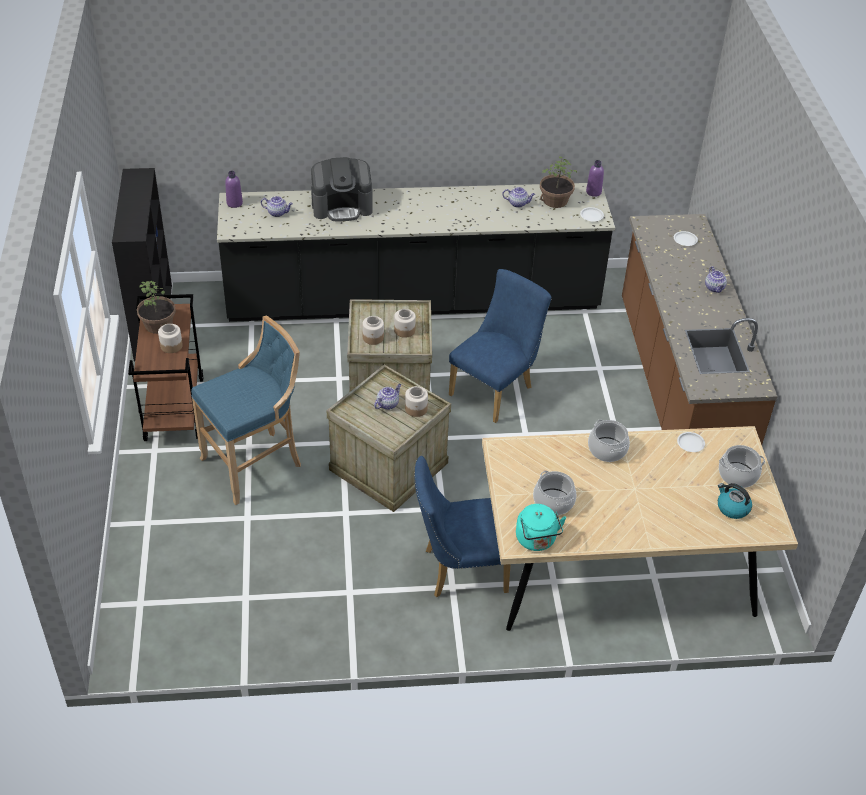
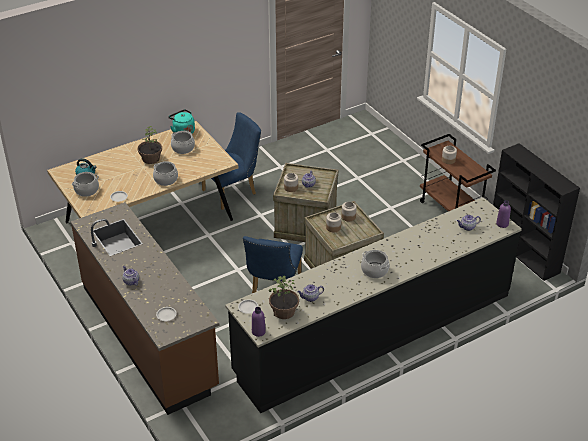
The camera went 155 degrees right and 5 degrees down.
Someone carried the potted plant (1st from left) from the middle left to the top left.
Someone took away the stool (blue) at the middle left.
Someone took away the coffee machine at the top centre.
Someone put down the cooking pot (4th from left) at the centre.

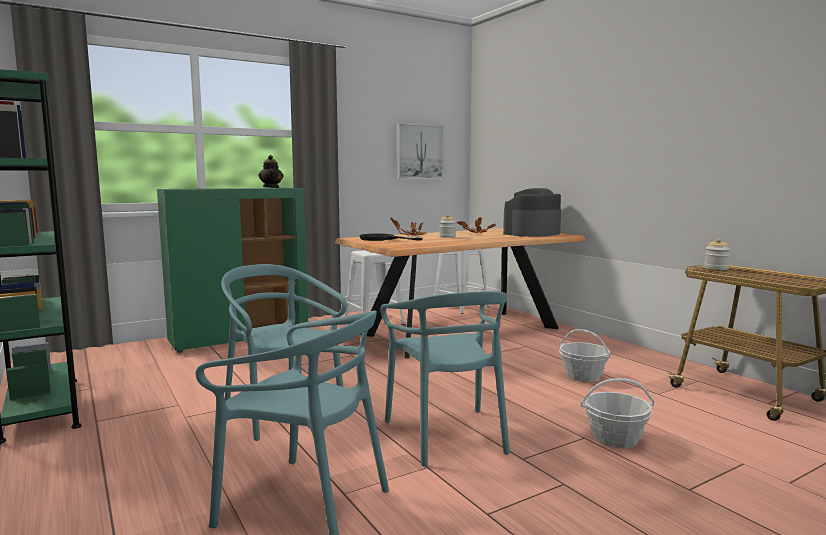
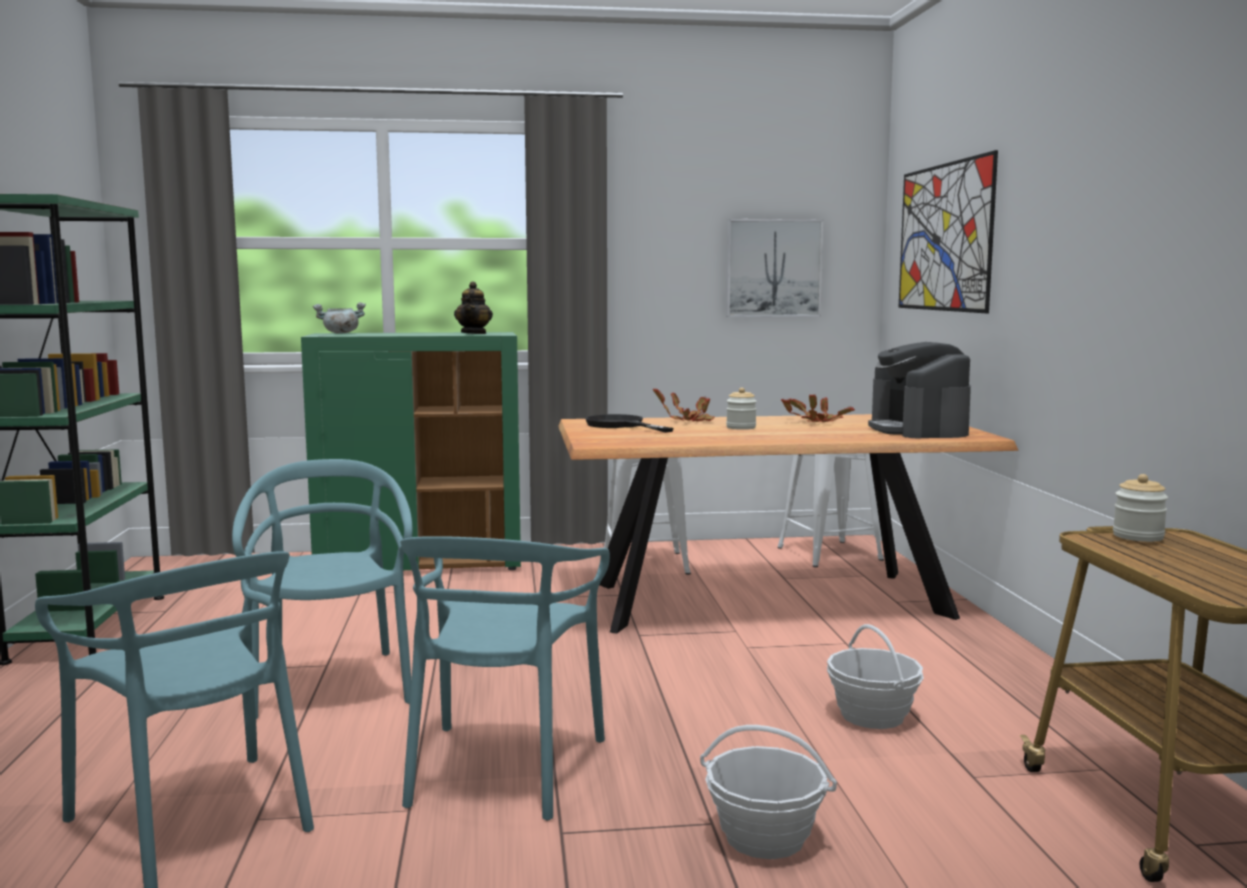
The camera went 25 degrees right and 0 degrees up.
Someone rotated the coffee machine at the centre by 90 degrees counterclockwise.
Someone put down the cooking pot (grey) at the middle left.
Someone put up the picture (2nd from left) at the top right.

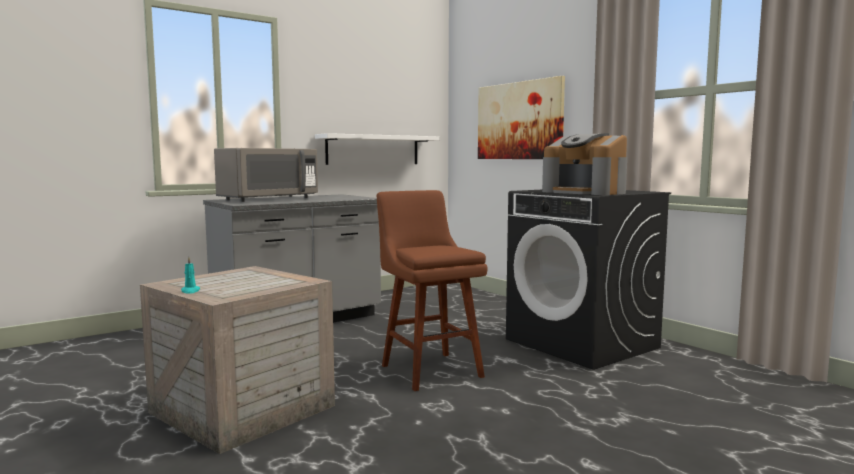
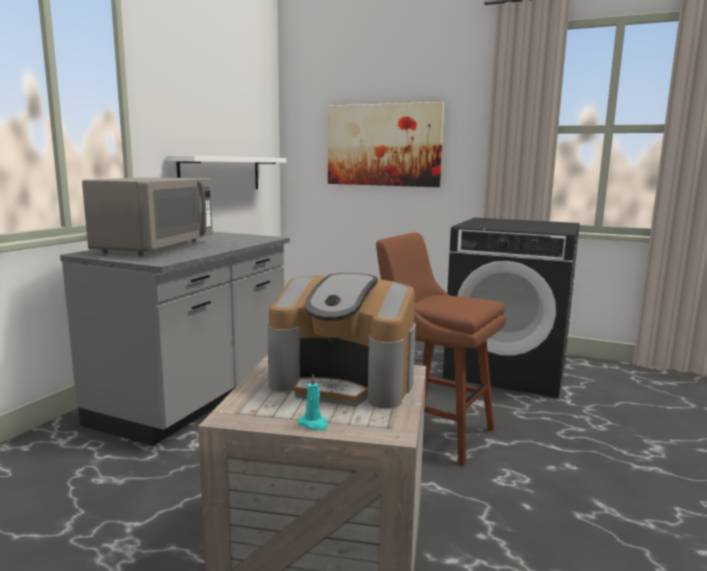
The camera went 30 degrees left and 5 degrees up.
Someone carried the coffee machine from the middle right to the centre.

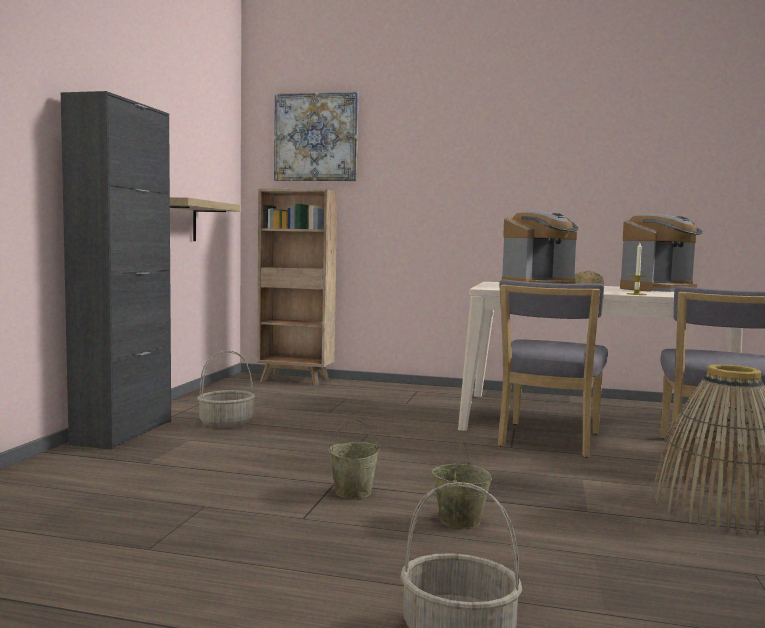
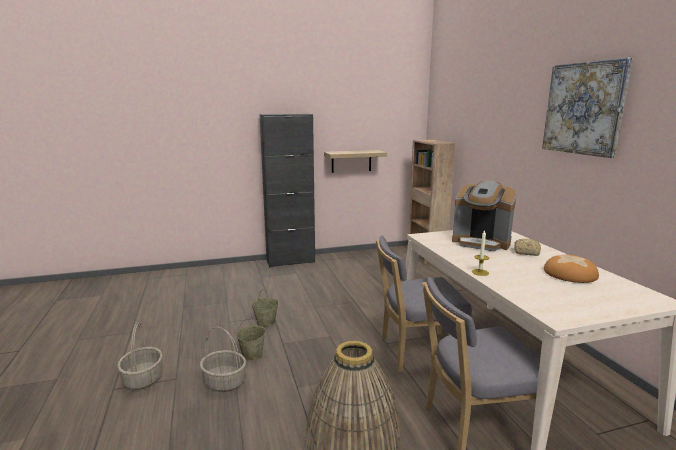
The camera went 60 degrees right and 10 degrees up.
Someone carried the basket (1st from left in the first image) from the middle left to the bottom left.
Someone carried the picture from the top centre to the top right.
Someone swapped the coffee machine (2nd from left) at the middle right for the bread (2nd from left) at the middle right.

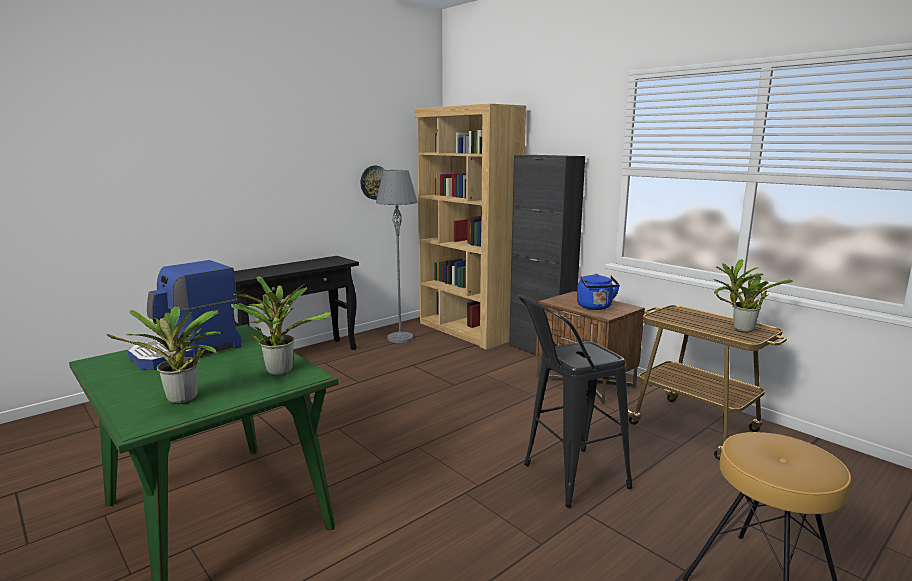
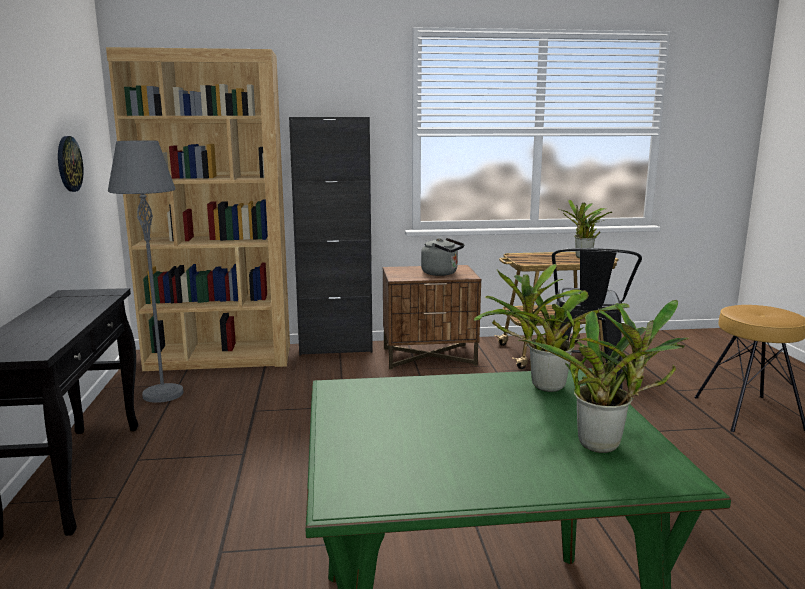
The camera went 55 degrees left and 0 degrees up.
Someone took away the coffee machine at the middle left.
Someone repainted the kettle (blue) at the centre, which became the kettle (grey) at the centre.

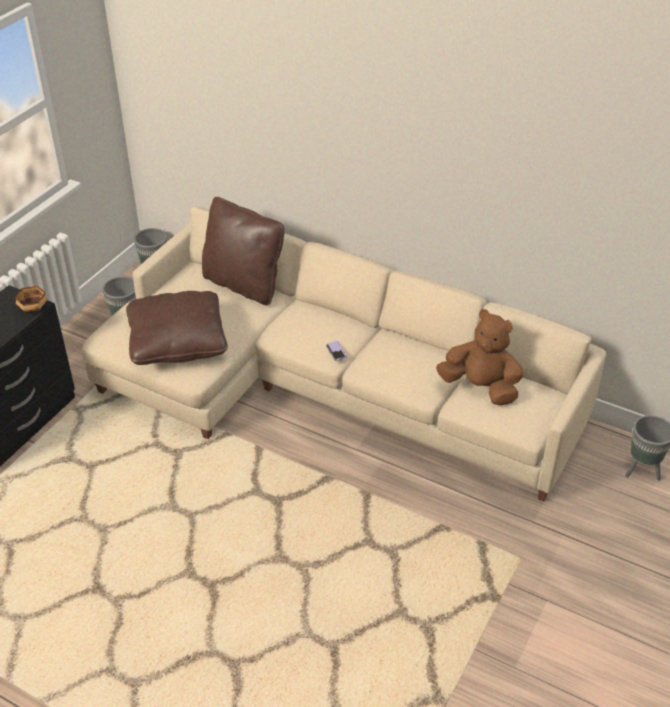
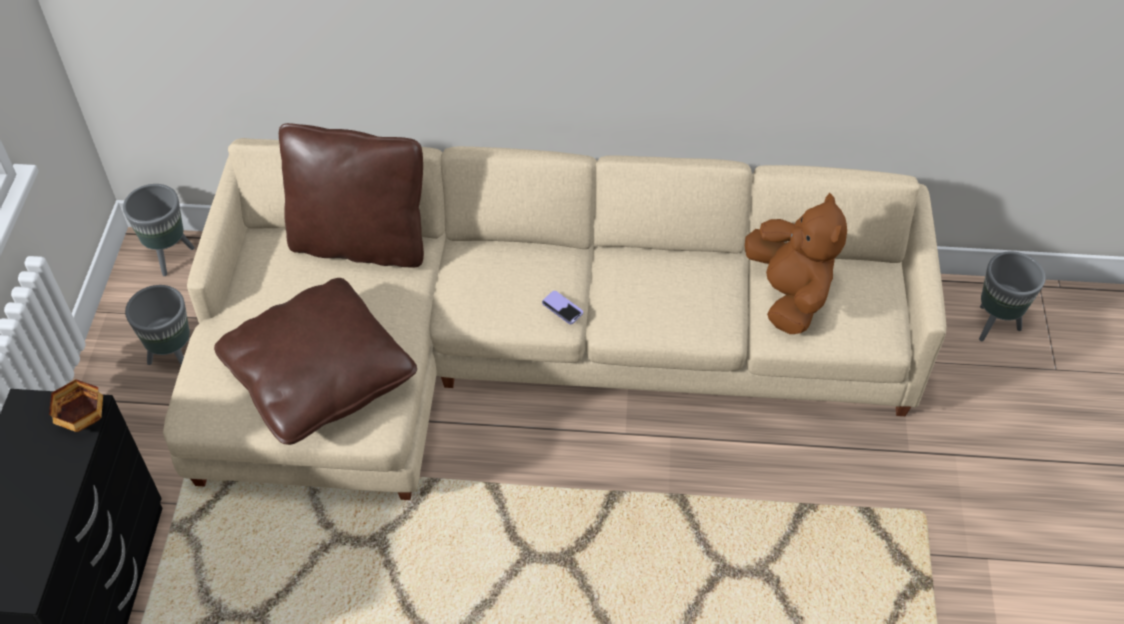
The camera went 25 degrees left and 10 degrees up.
Someone rotated the plush toy (brown) at the middle right by 75 degrees clockwise.

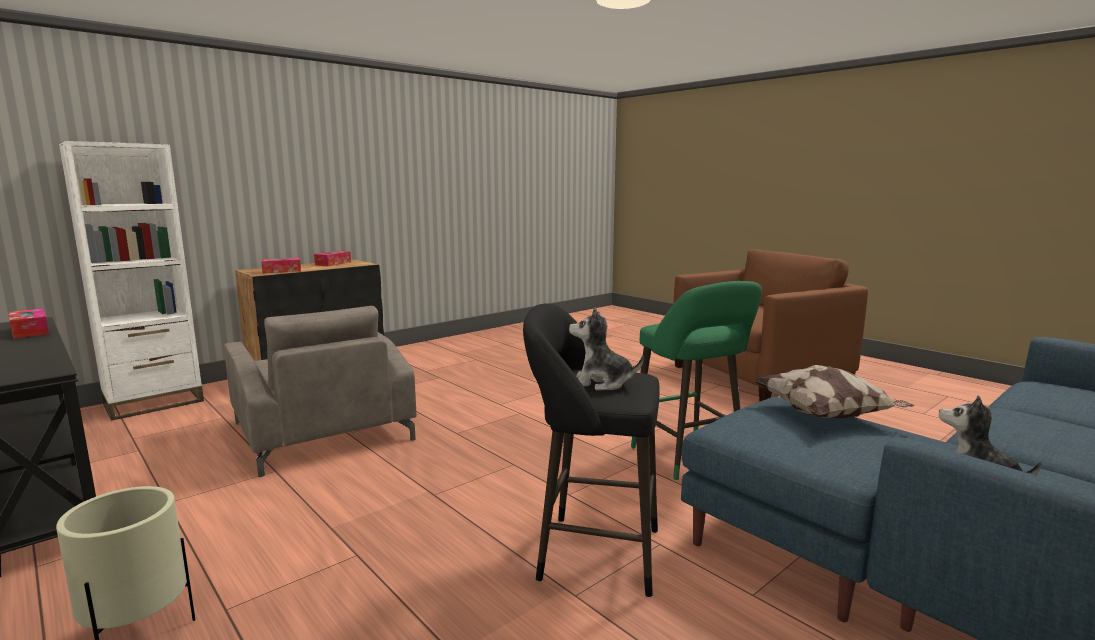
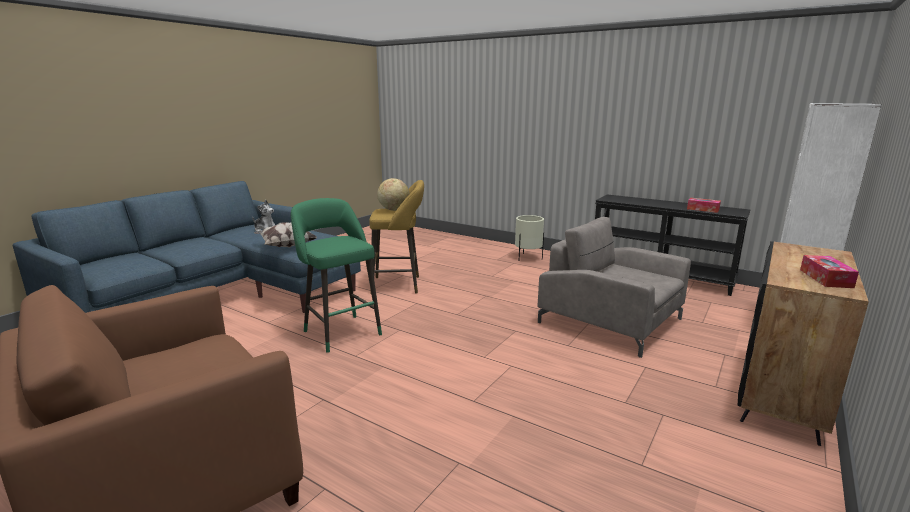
The camera went 165 degrees right and 5 degrees up.
Someone took away the tissue box (2nd from left) at the middle left.
Someone repainted the stool (black) at the bottom centre, which became the stool (yellow) at the centre.
Someone swapped the plush toy (1st from left) at the centre for the globe at the centre.

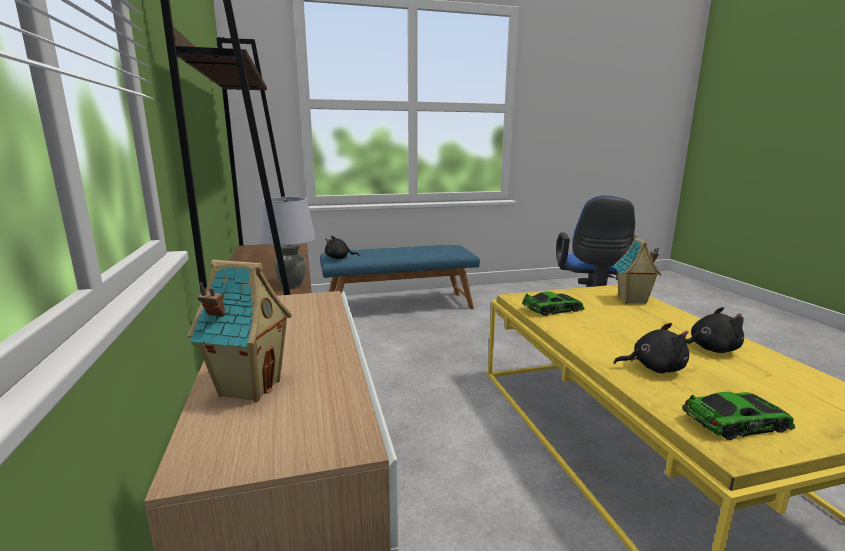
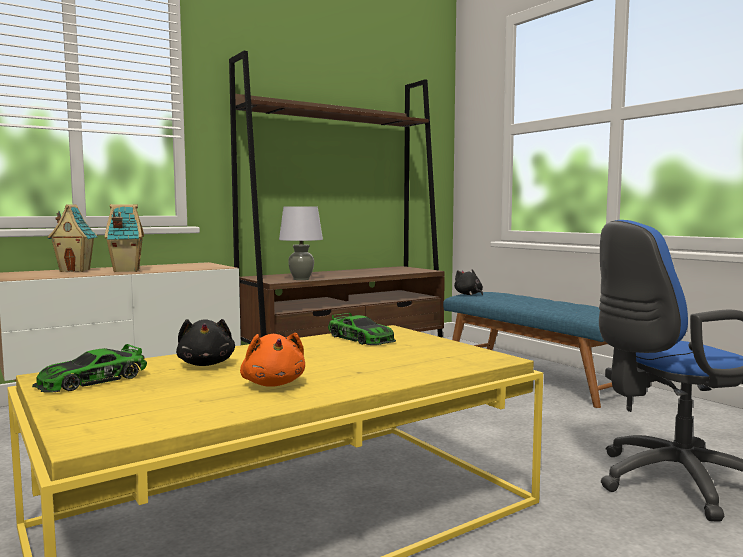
The camera went 70 degrees right and 10 degrees down.
Someone carried the toy house (2nd from left) from the middle right to the middle left.
Someone rotated the toy car (2nd from left in the first image) at the bottom right by 75 degrees clockwise.
Someone repainted the plush toy (black) (3rd from left) at the middle right, which became the plush toy (orange) at the centre.

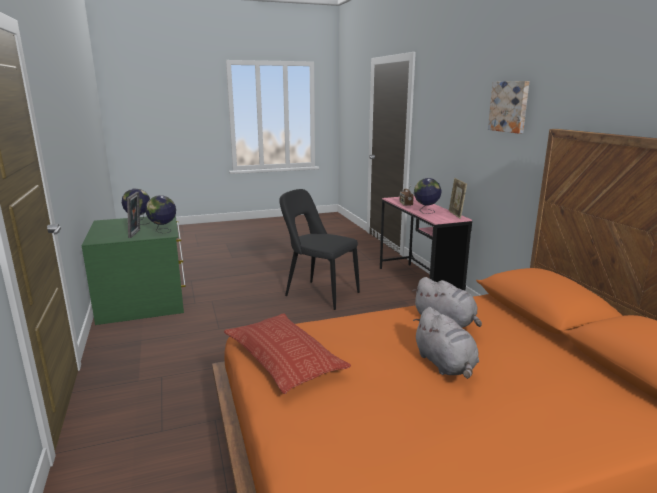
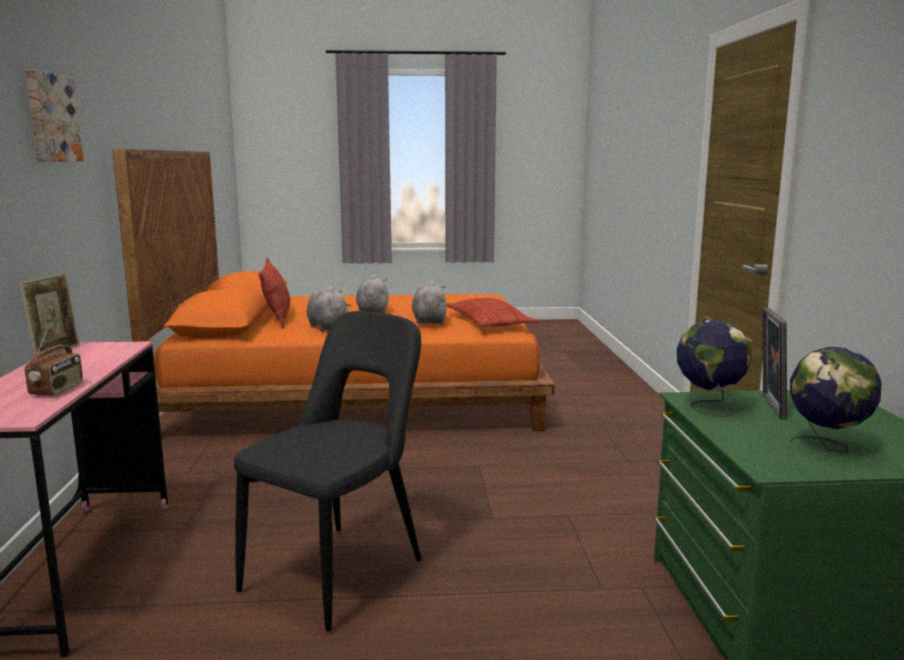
The camera went 165 degrees left and 5 degrees down.
Someone rotated the chair (black) at the centre by 105 degrees counterclockwise.
Someone took away the globe (3rd from left) at the centre.
Someone put down the pillow (1st from left) at the middle left.
Someone put down the plush toy (grey) (3rd from left) at the centre.

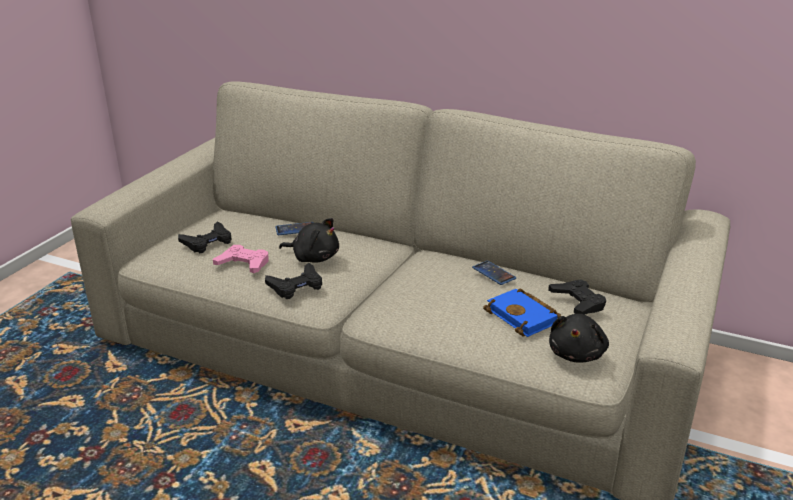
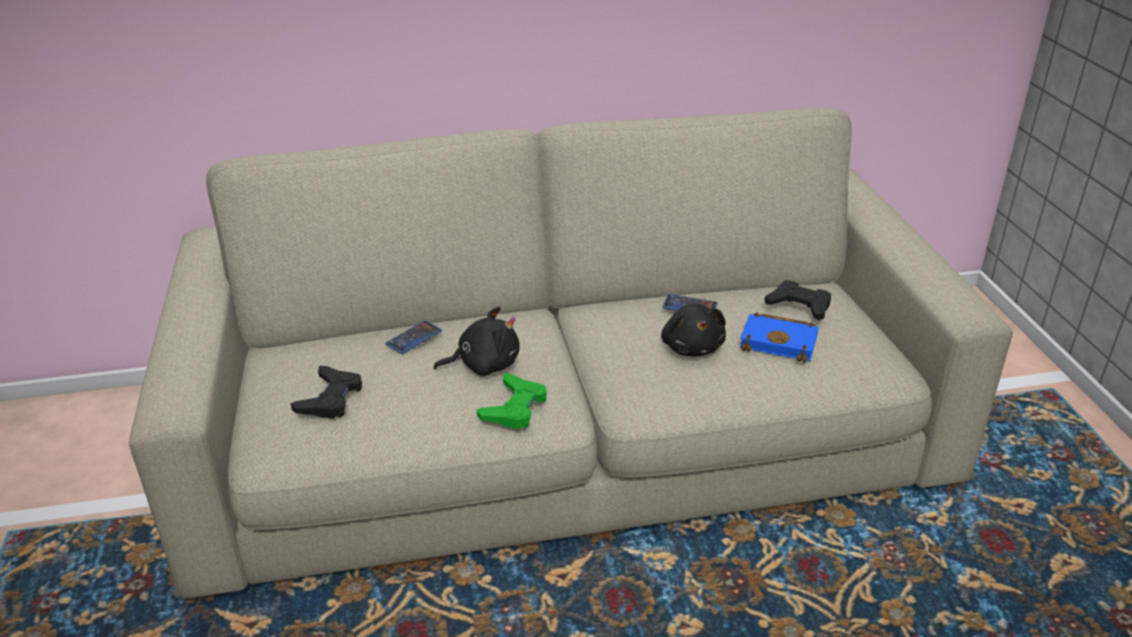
The camera went 35 degrees left and 5 degrees up.
Someone took away the game controller (pink) at the middle left.
Someone repainted the game controller (black) (2nd from left) at the centre, which became the game controller (green) at the centre.
Someone carried the plush toy (black) (2nd from left) from the bottom right to the centre.

